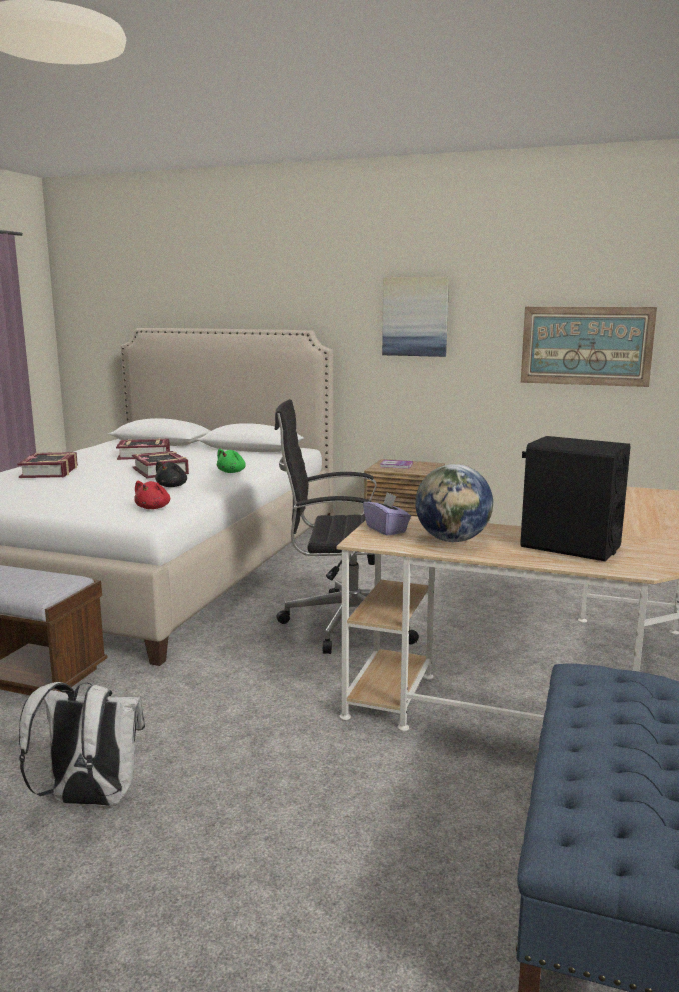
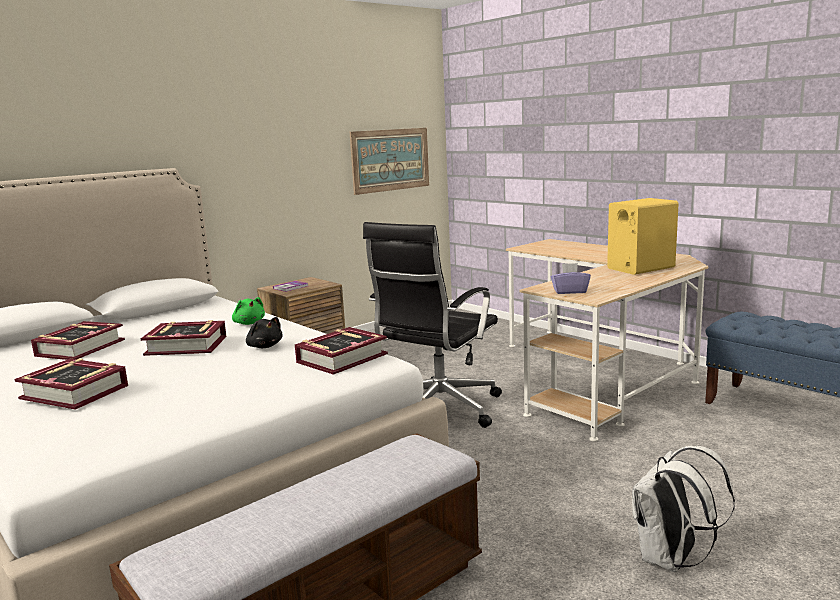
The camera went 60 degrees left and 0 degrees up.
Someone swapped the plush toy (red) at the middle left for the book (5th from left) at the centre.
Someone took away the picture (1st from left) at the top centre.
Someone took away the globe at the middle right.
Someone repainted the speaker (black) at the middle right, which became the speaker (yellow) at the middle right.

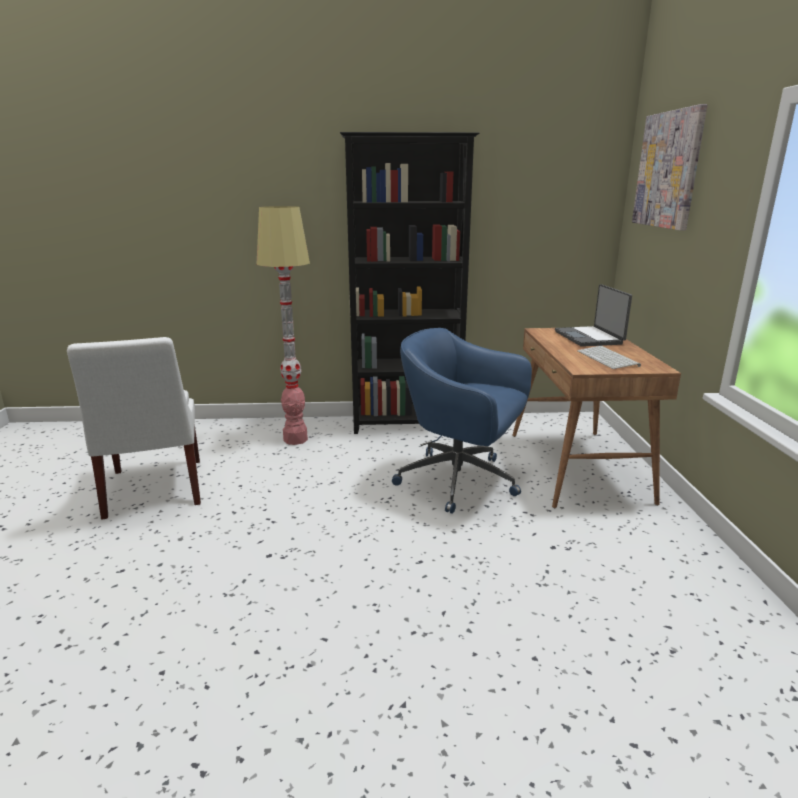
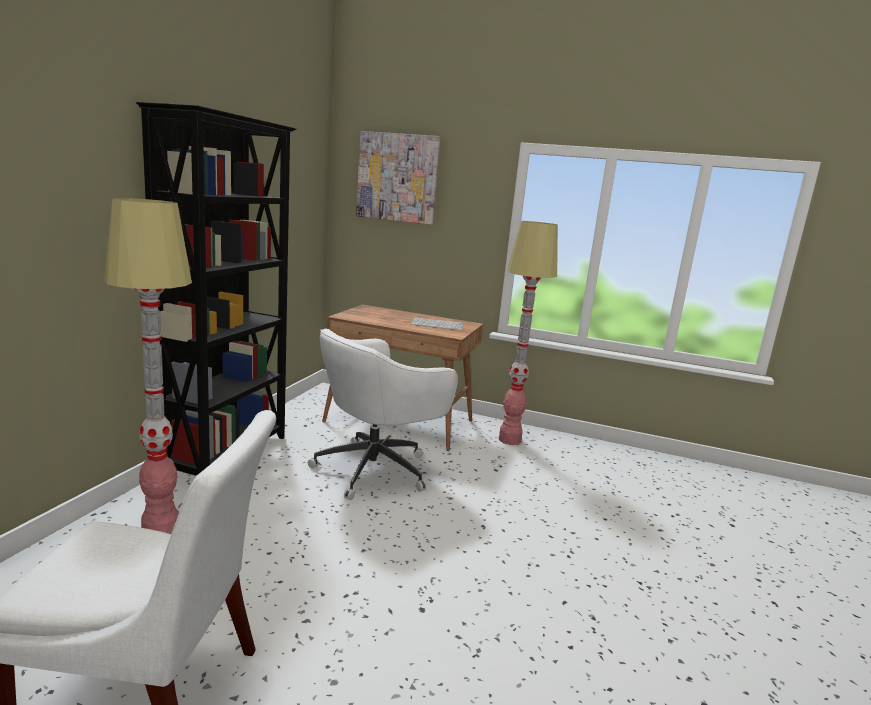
The camera went 70 degrees left and 5 degrees down.
Someone repainted the office chair (blue) at the centre, which became the office chair (white) at the centre.
Someone took away the laptop at the middle right.
Someone put down the floor lamp (2nd from left) at the centre.

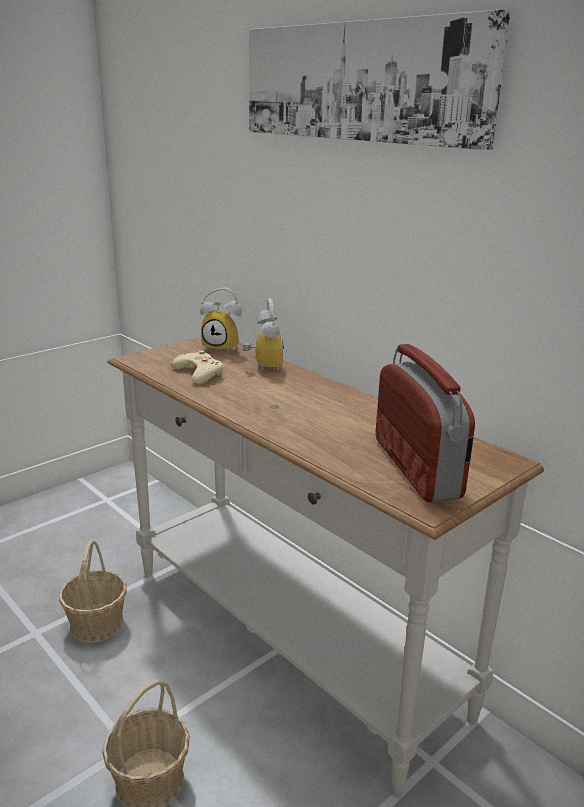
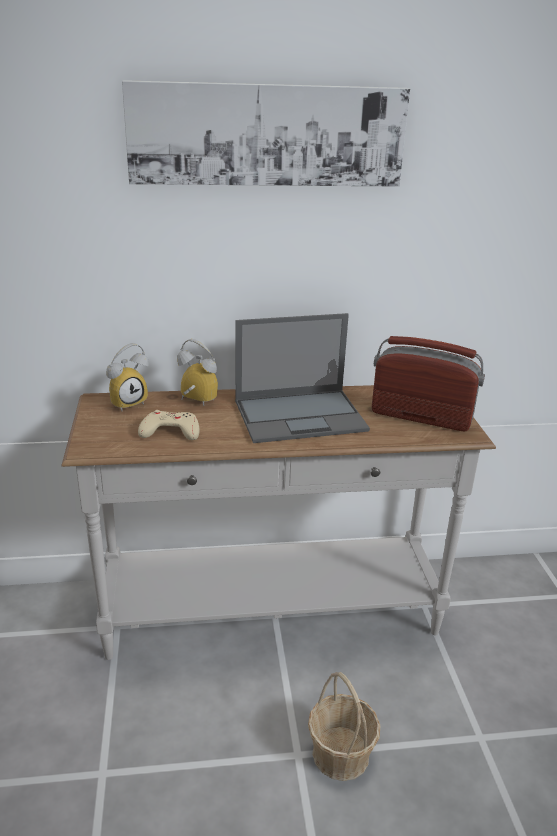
The camera went 55 degrees left and 5 degrees up.
Someone took away the basket (1st from left) at the bottom left.
Someone put down the laptop at the centre.

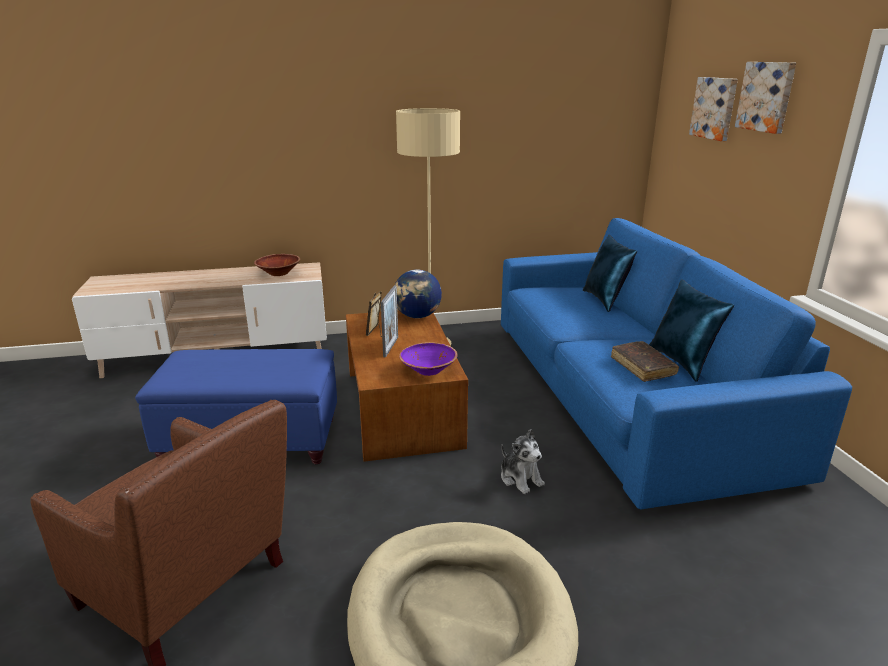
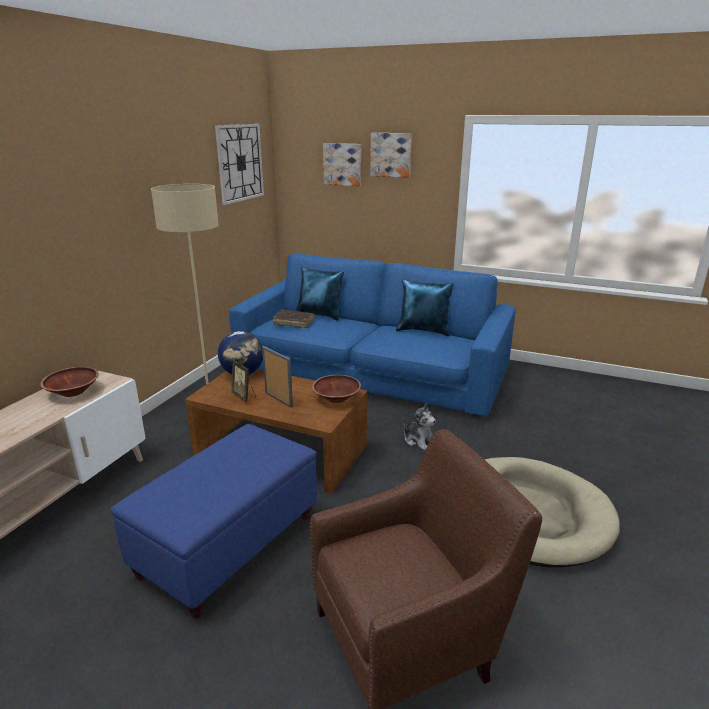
The camera went 55 degrees left and 0 degrees up.
Someone repainted the bowl (purple) at the centre, which became the bowl (brown) (2nd from left) at the centre.
Someone rotated the plush toy at the bottom centre by 45 degrees clockwise.
Someone carried the book (brown) from the middle right to the centre.
Someone put up the wall clock at the top centre.

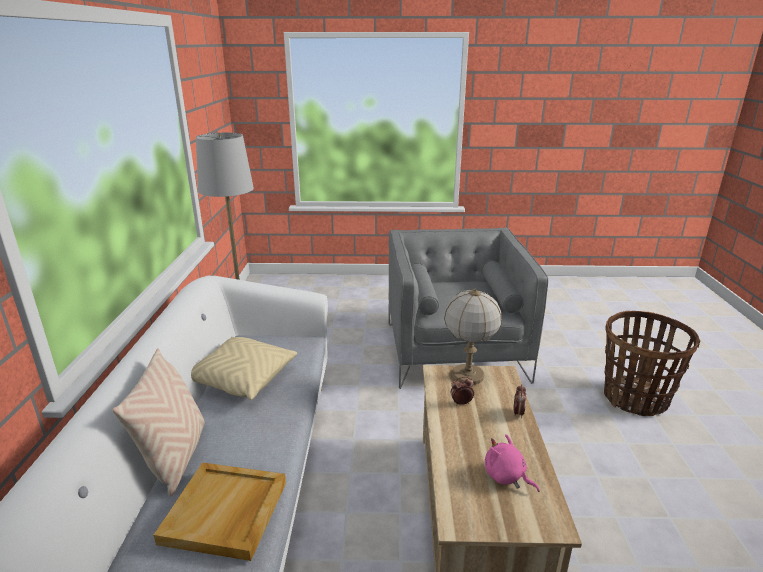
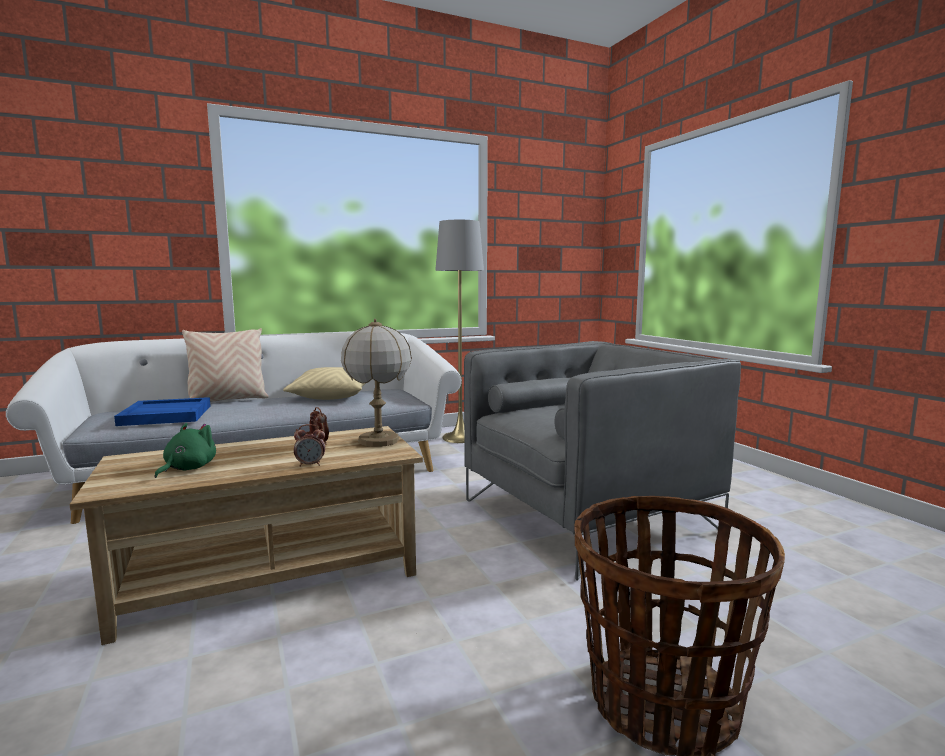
The camera went 65 degrees right and 15 degrees down.
Someone repainted the tray (beige) at the bottom left, which became the tray (blue) at the middle left.
Someone repainted the plush toy (pink) at the bottom right, which became the plush toy (green) at the middle left.

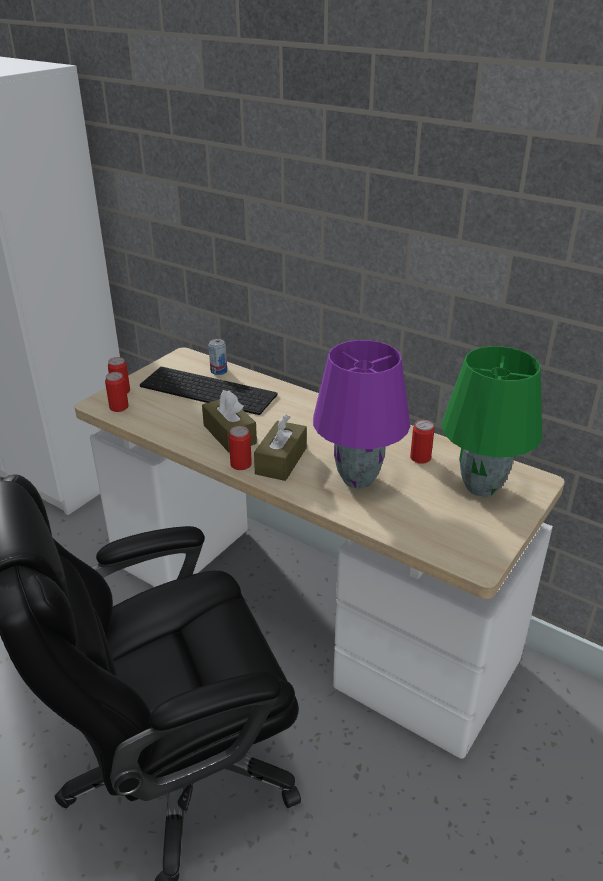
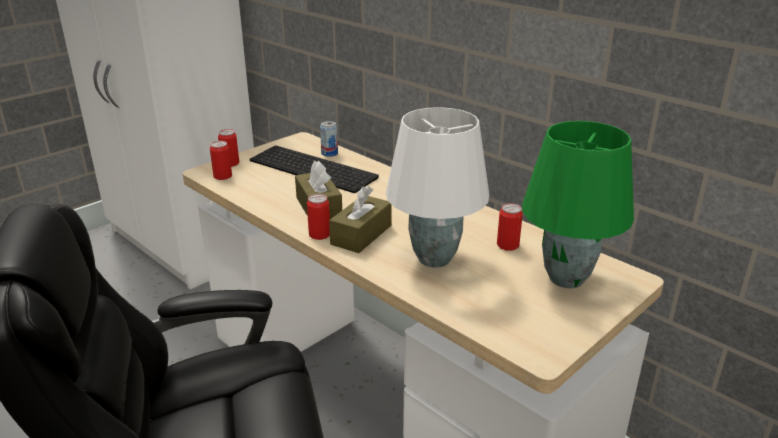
The camera went 10 degrees right and 5 degrees down.
Someone repainted the table lamp (purple) at the centre, which became the table lamp (white) at the centre.

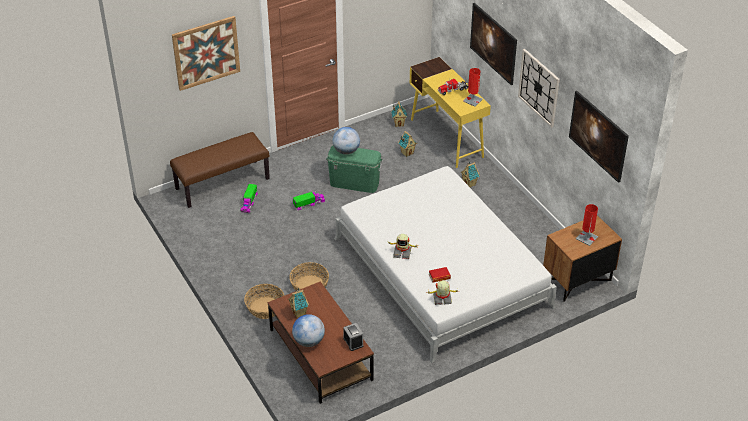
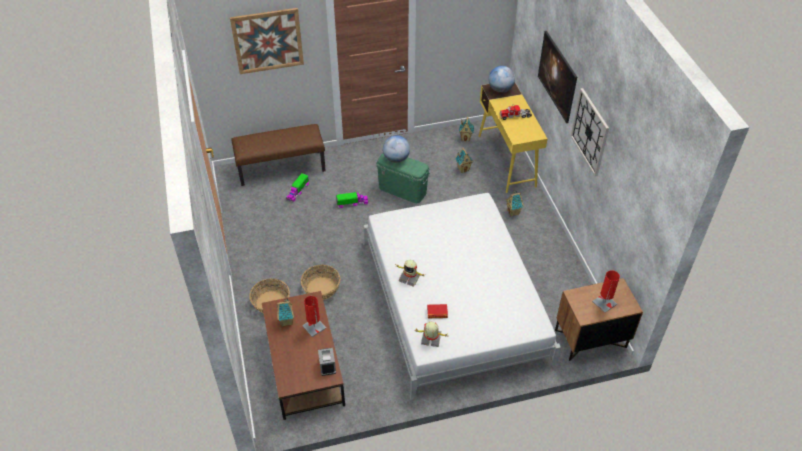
The camera went 15 degrees right and 5 degrees up.
Someone carried the globe (1st from left in the first image) from the bottom centre to the top centre.
Someone carried the table lamp (red) (1st from left) from the top centre to the bottom centre.
Someone took away the picture (3rd from left) at the top right.

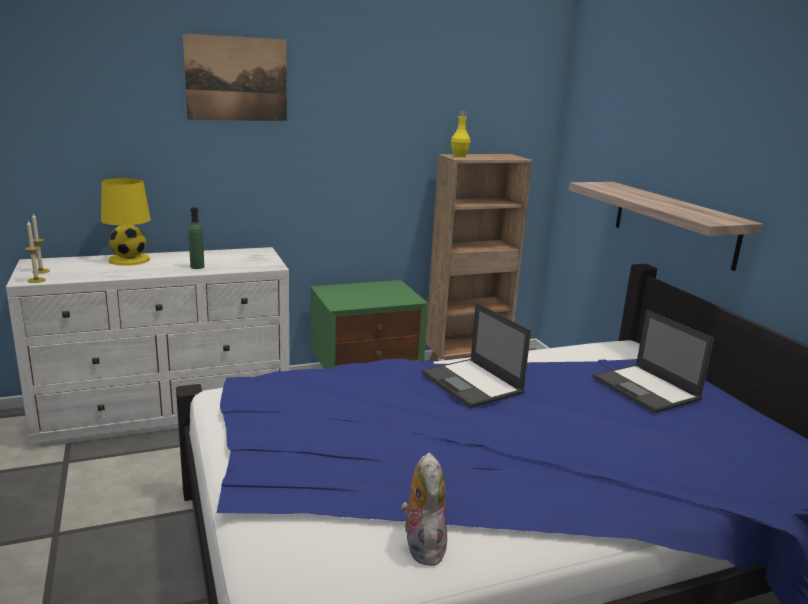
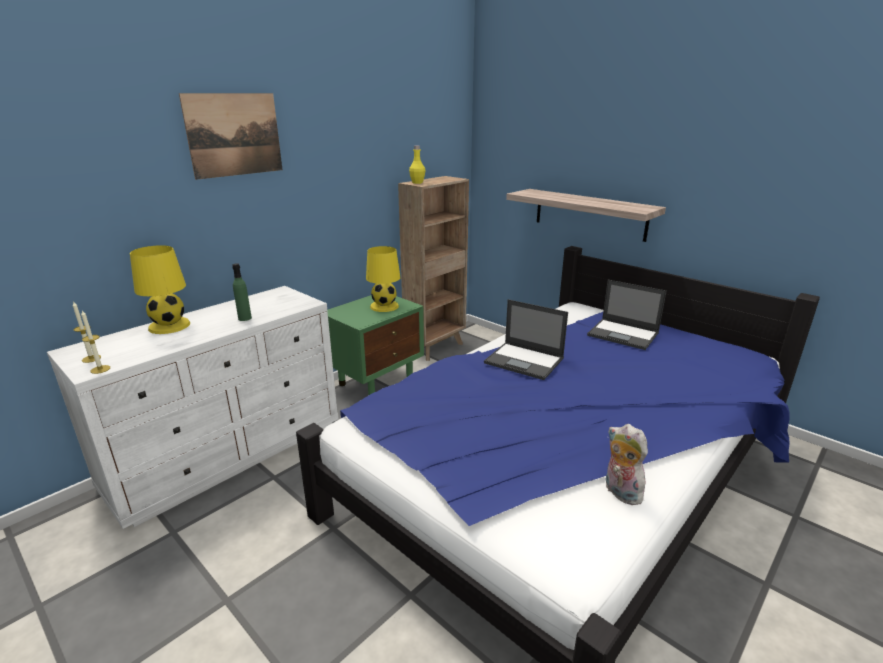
The camera went 25 degrees left and 5 degrees up.
Someone put down the table lamp (yellow) (2nd from left) at the centre.

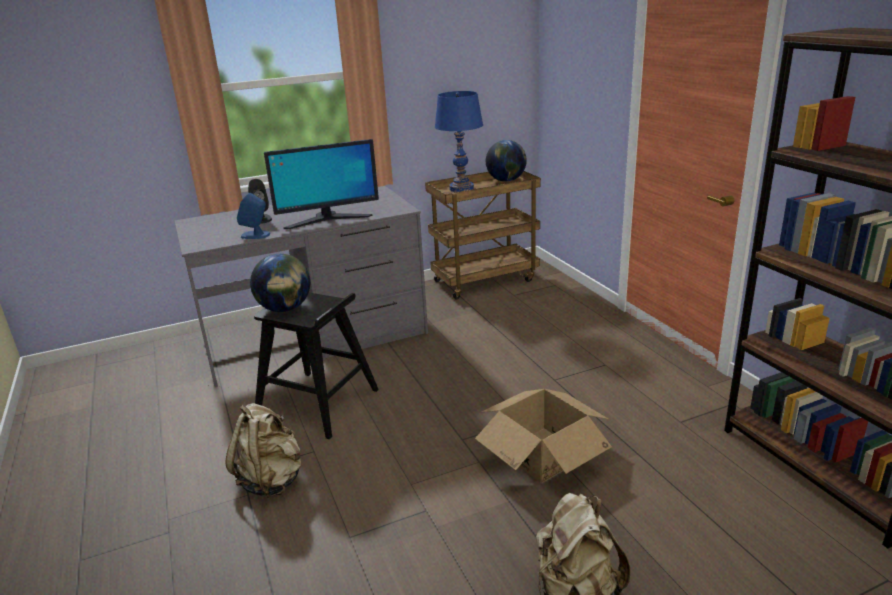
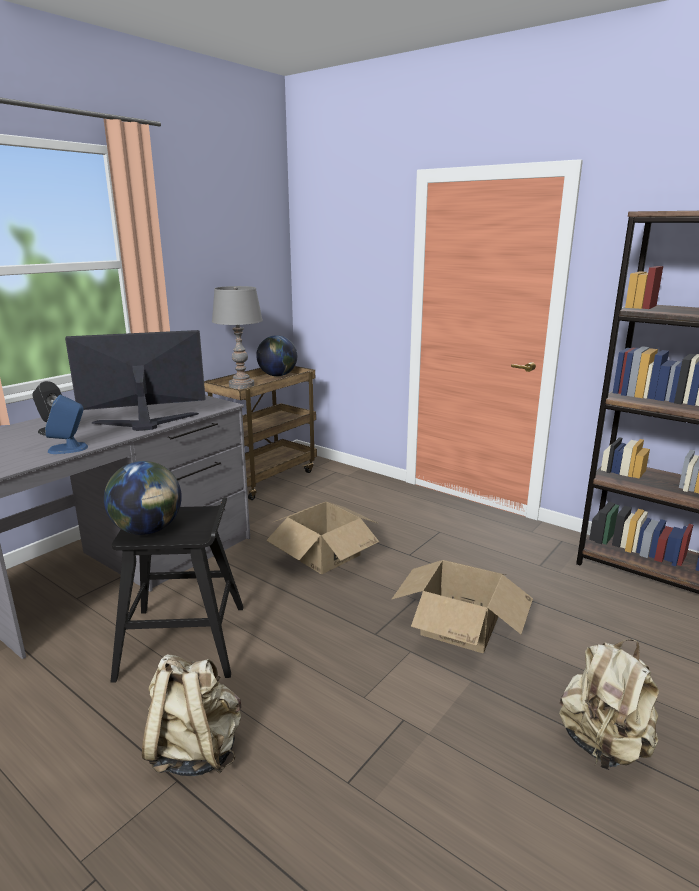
The camera went 30 degrees left and 5 degrees down.
Someone rotated the monitor at the top centre by 150 degrees counterclockwise.
Someone repainted the table lamp (blue) at the top centre, which became the table lamp (grey) at the centre.
Someone put down the cardboard box (1st from left) at the centre.

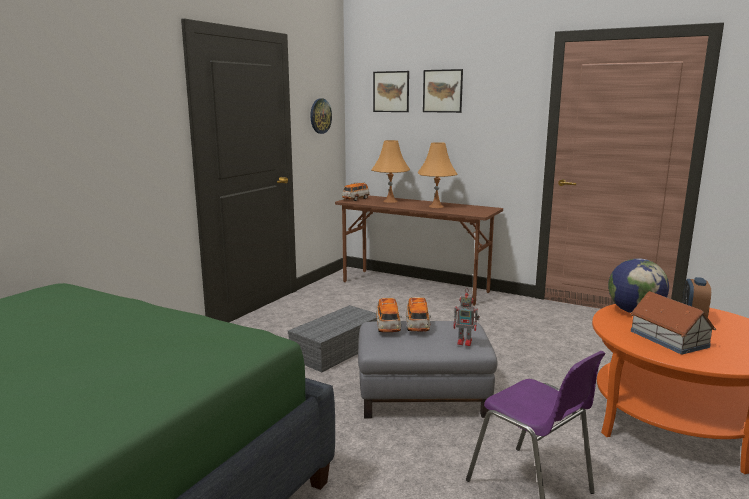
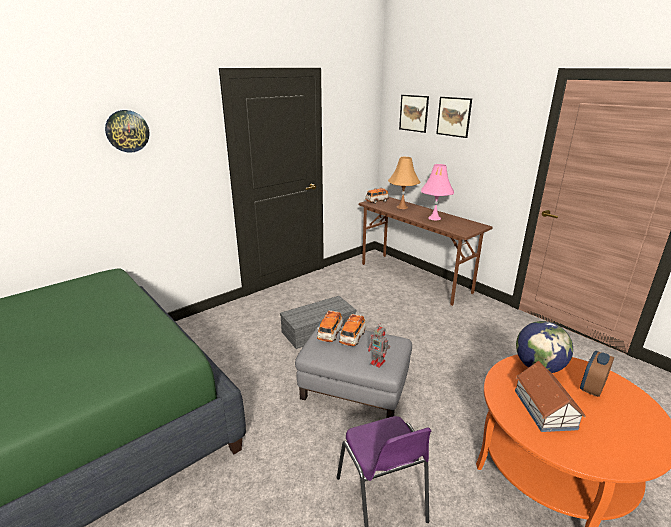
The camera went 20 degrees right and 10 degrees up.
Someone carried the wall clock from the top centre to the top left.
Someone repainted the table lamp (orange) (2nd from left) at the centre, which became the table lamp (pink) at the centre.

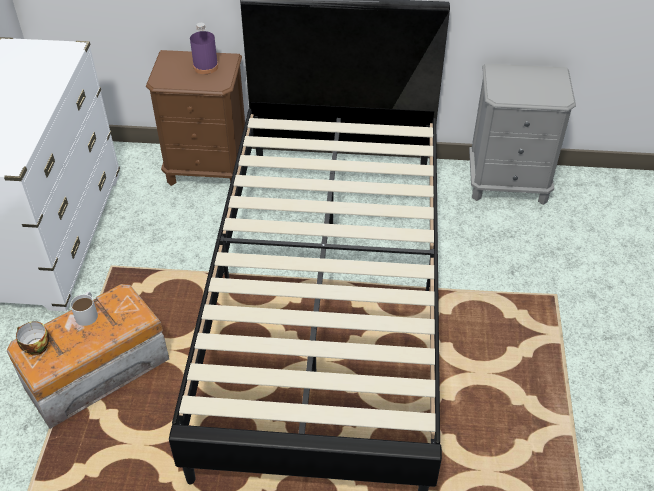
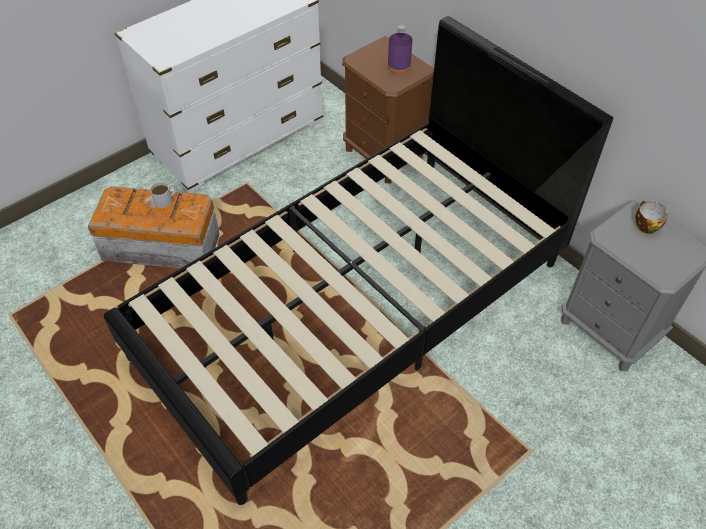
The camera went 45 degrees right and 5 degrees up.
Someone carried the cup from the bottom left to the middle right.

